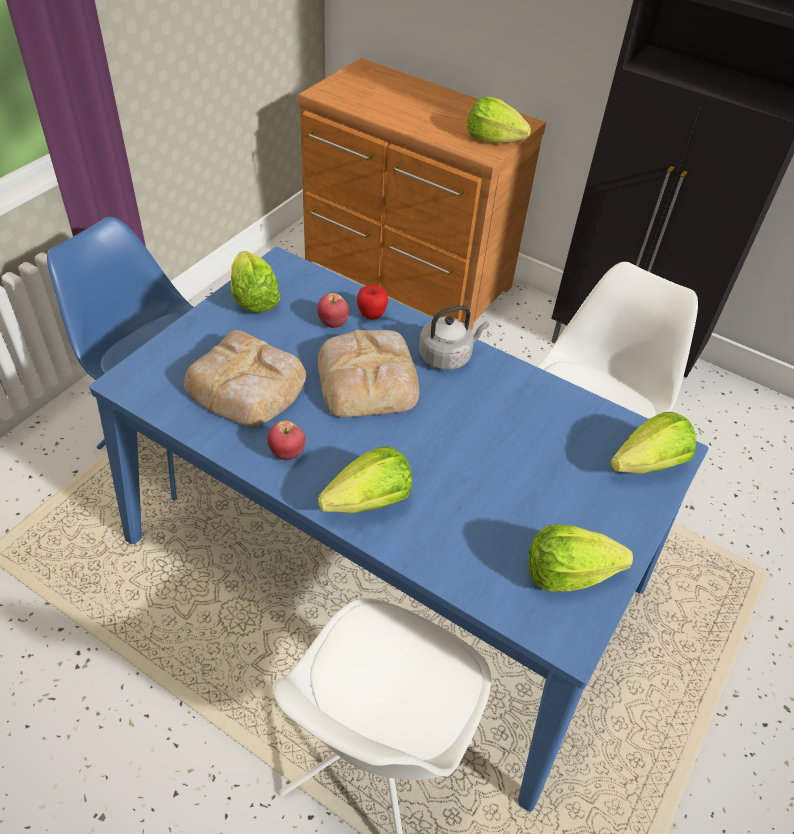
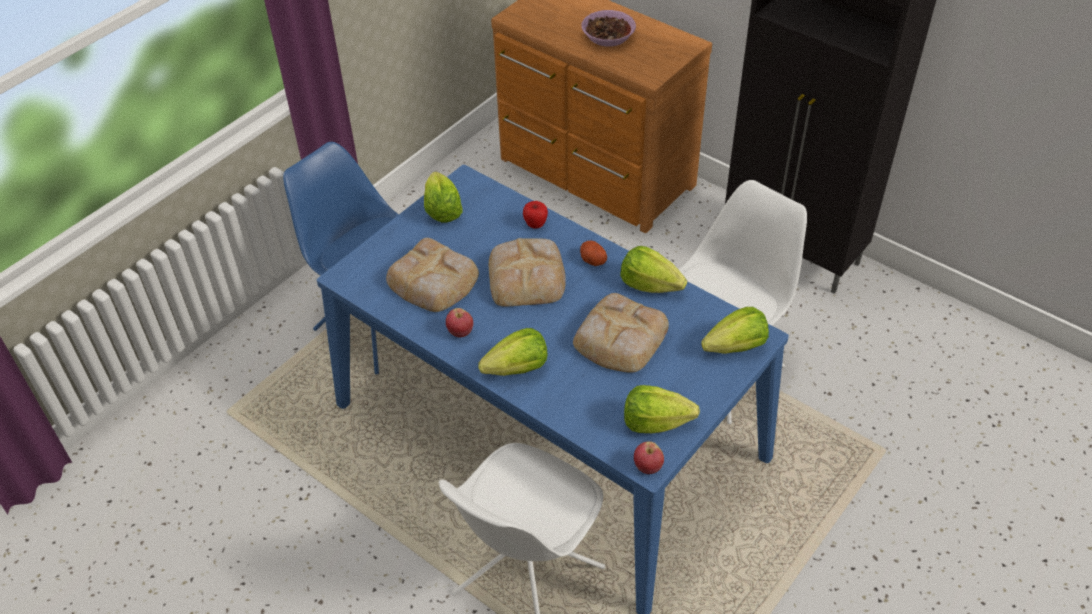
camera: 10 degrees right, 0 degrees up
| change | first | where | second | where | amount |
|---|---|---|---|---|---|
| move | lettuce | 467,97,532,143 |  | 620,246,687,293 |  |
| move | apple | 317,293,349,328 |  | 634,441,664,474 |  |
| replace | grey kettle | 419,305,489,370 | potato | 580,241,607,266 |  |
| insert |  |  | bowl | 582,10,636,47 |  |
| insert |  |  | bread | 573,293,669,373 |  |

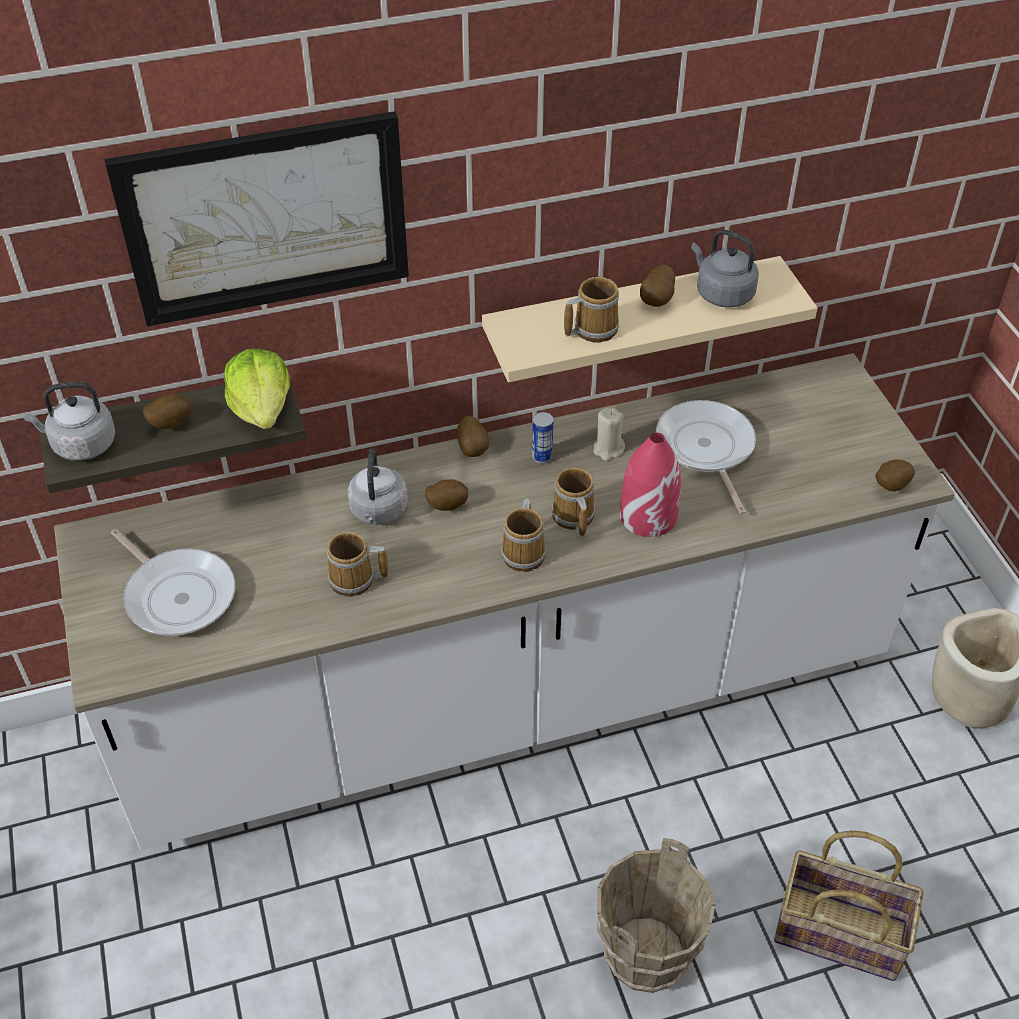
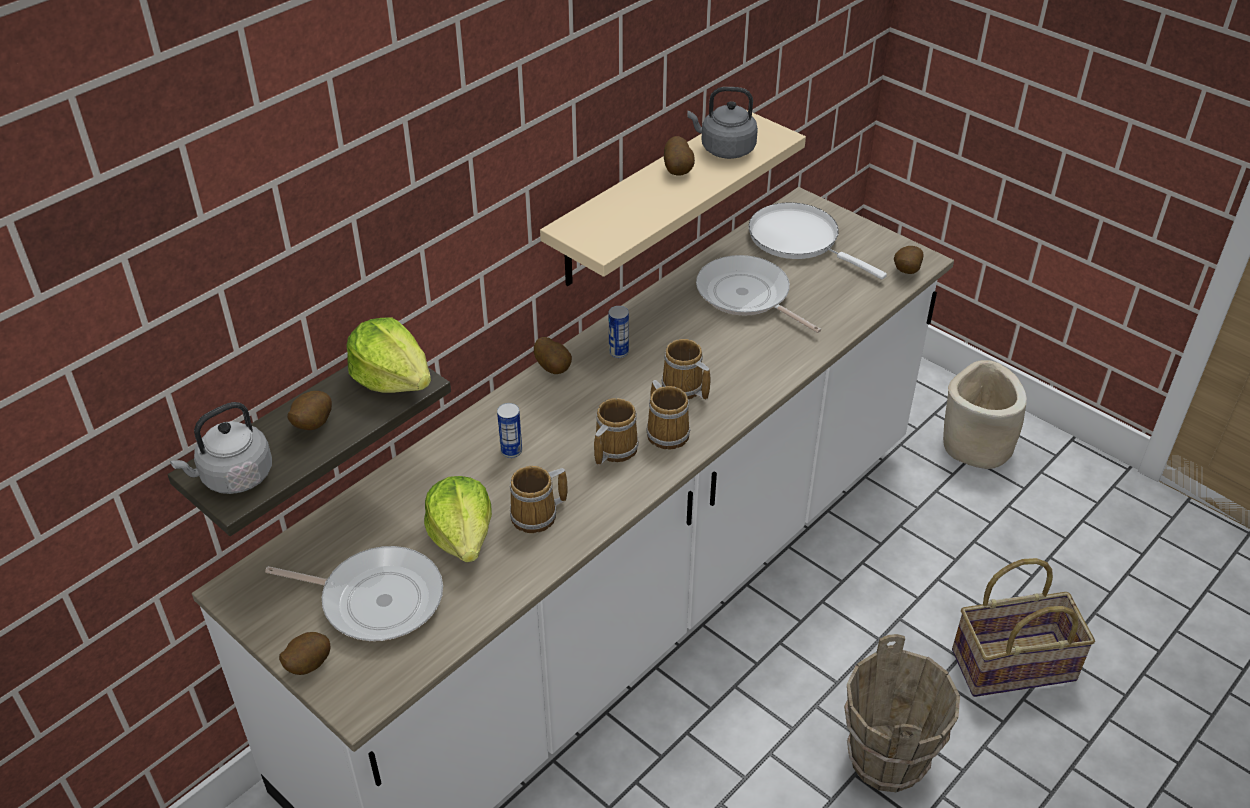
camera: 30 degrees left, 5 degrees down
| change | first | where | second | where | amount |
|---|---|---|---|---|---|
| delete | picture | 105,111,409,326 |  |  |  |
| move | mug | 564,277,619,343 |  | 594,398,639,465 |  |
| delete | beige candle | 594,408,625,461 |  |  |  |
| delete | red vase | 620,433,681,537 |  |  |  |
| replace | grey kettle | 347,448,408,525 | can | 497,403,522,458 |  |
| move | potato | 425,479,468,511 |  | 279,632,331,675 |  |
| insert |  |  | white frying pan | 749,202,887,280 |  |
| insert |  |  | lettuce | 424,476,492,562 |  |

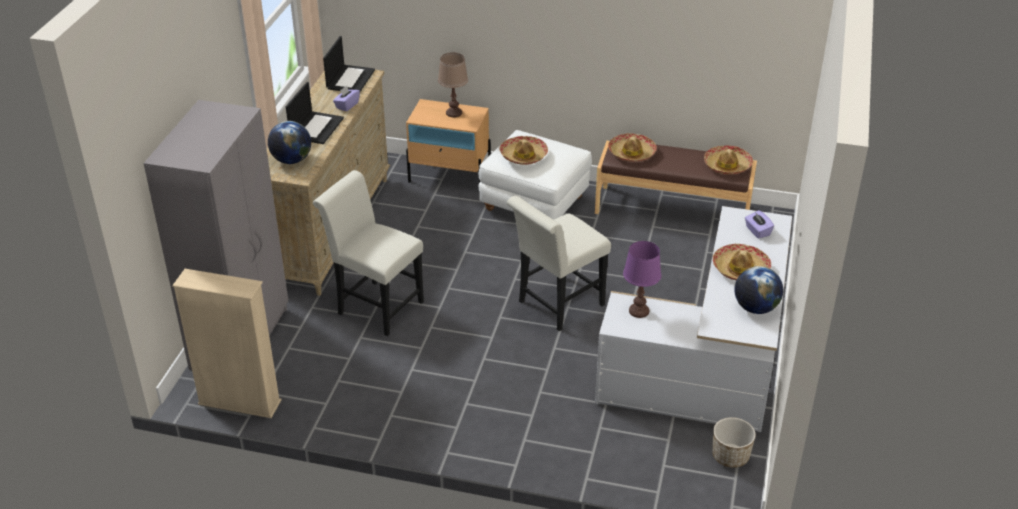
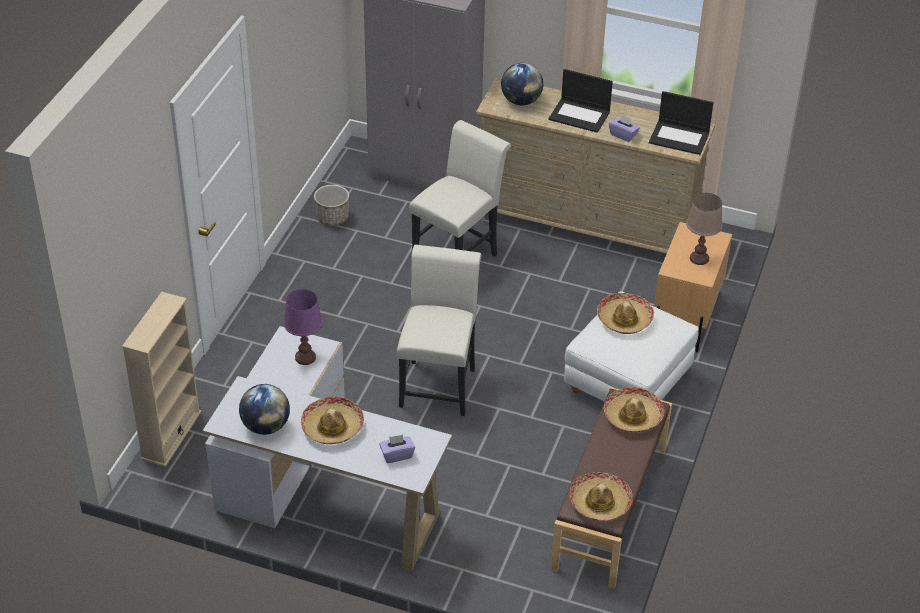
camera: 95 degrees right, 5 degrees up
| change | first | where | second | where | amount |
|---|---|---|---|---|---|
| rotate | white chair | 507,196,611,331 |  | 397,245,481,416 | 45 degrees clockwise |
| move | beige bookcase | 172,269,281,418 |  | 122,292,202,467 |  |
| move | planter | 712,417,756,468 |  | 314,185,349,226 |  |

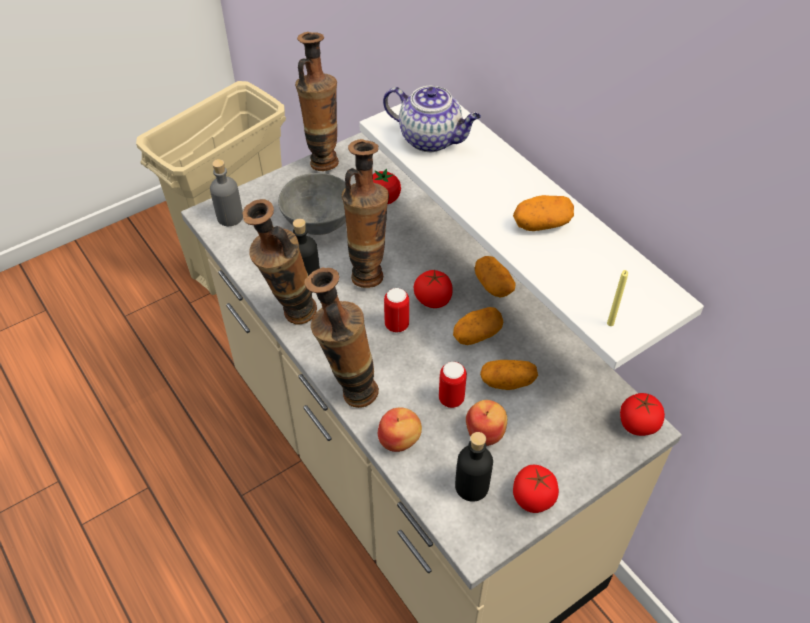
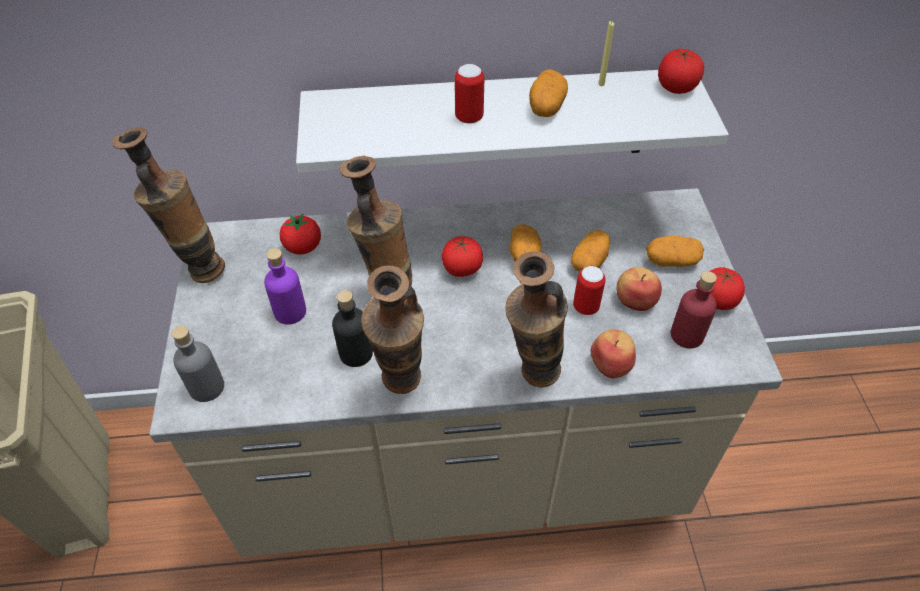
camera: 60 degrees left, 0 degrees up
| change | first | where | second | where | amount |
|---|---|---|---|---|---|
| delete | teapot | 383,86,481,152 |  |  |  |
| replace | grey bowl | 278,173,346,235 | purple bottle | 264,248,306,325 |  |
| move | potato | 475,256,516,297 |  | 646,236,704,267 |  |
| move | yellow candle | 607,270,628,326 |  | 598,21,614,86 |  |
| move | can | 384,288,409,333 |  | 455,64,484,124 |  |
| move | tomato | 620,393,665,436 |  | 658,49,704,94 |  |
| recolor | black bottle | 455,432,493,502 | red bottle | 671,271,717,349 |  |

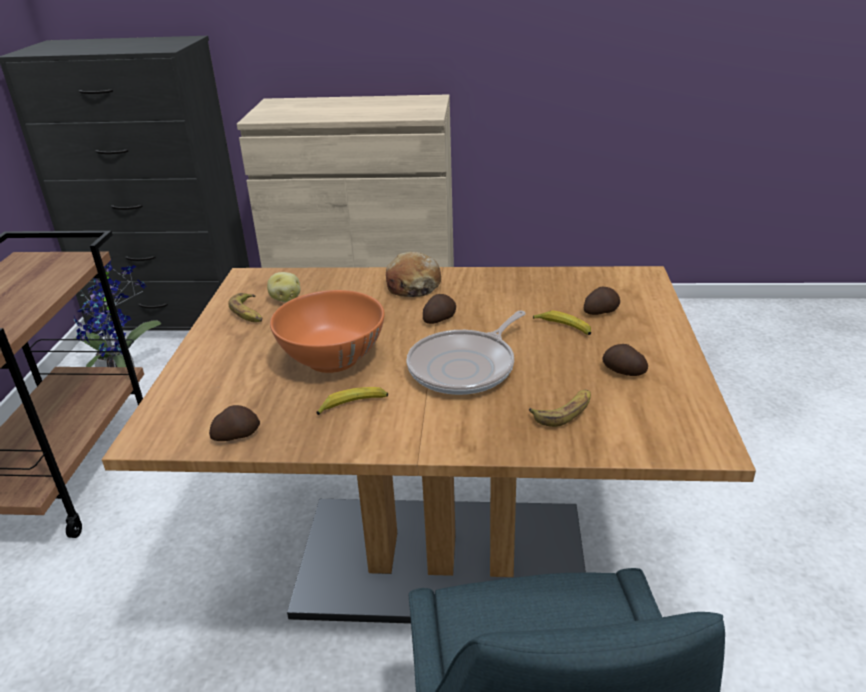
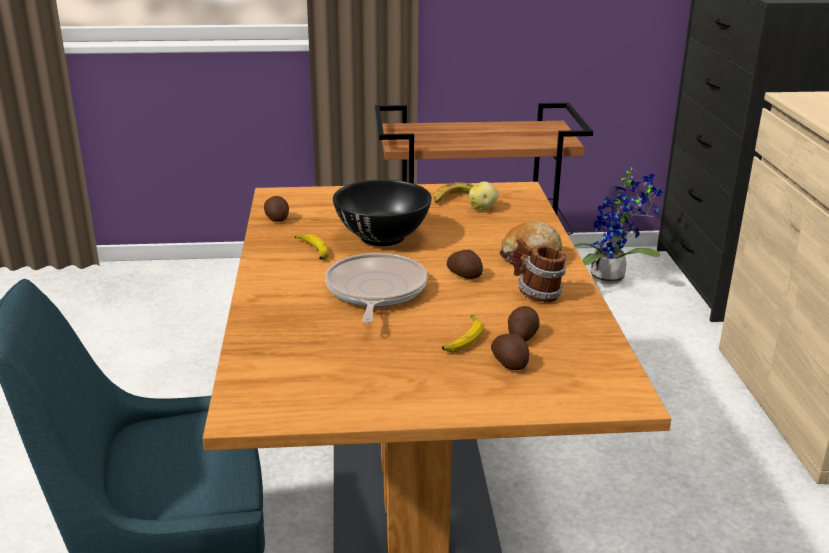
camera: 80 degrees right, 5 degrees down
| change | first | where | second | where | amount |
|---|---|---|---|---|---|
| recolor | orange bowl | 270,290,385,373 | black bowl | 333,179,432,246 |  |
| rotate | frying pan | 407,310,526,395 |  | 325,253,427,324 | 60 degrees clockwise |
| move | potato | 602,344,648,376 |  | 508,306,539,342 |  |
| delete | banana | 529,390,591,427 |  |  |  |
| insert |  |  | mug | 512,238,566,303 |  |

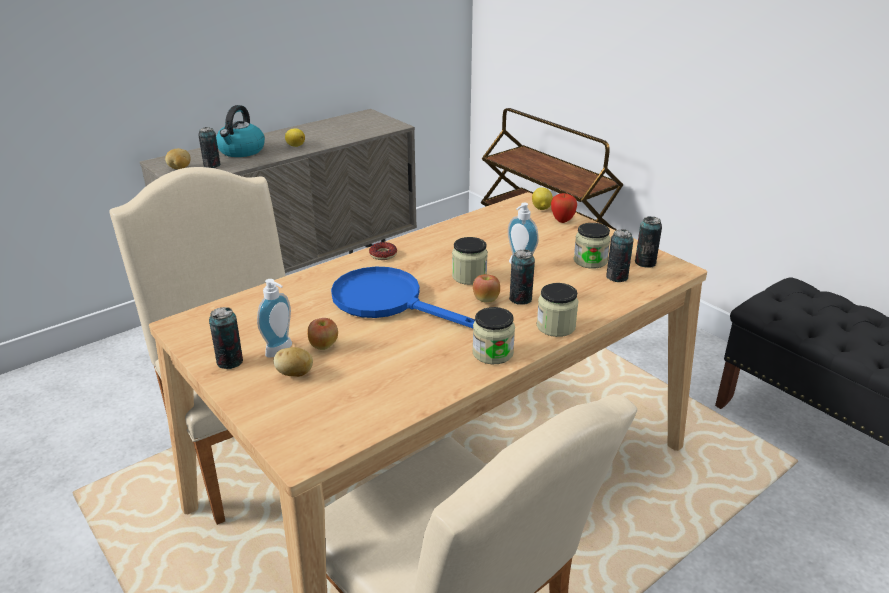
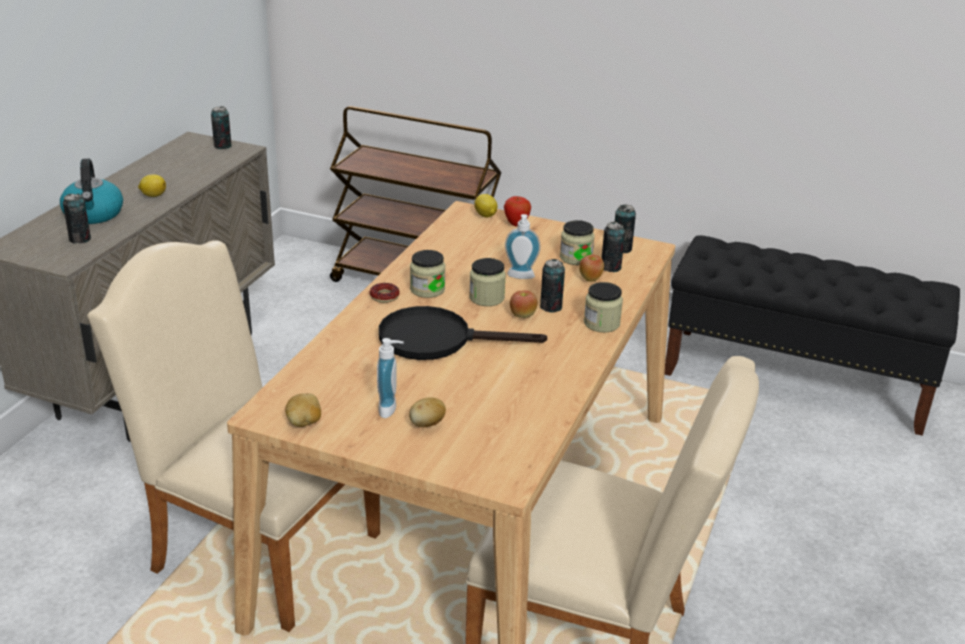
camera: 30 degrees left, 0 degrees up
| change | first | where | second | where | amount |
|---|---|---|---|---|---|
| move | potato | 165,148,191,169 |  | 285,393,321,427 |  |
| recolor | blue frying pan | 331,267,475,328 | black frying pan | 379,306,547,360 |  |
| move | can | 209,307,243,369 |  | 211,106,232,149 |  |
| move | jar | 472,307,515,364 |  | 410,250,446,298 |  |
| move | apple | 307,318,338,350 |  | 579,254,604,282 |  |

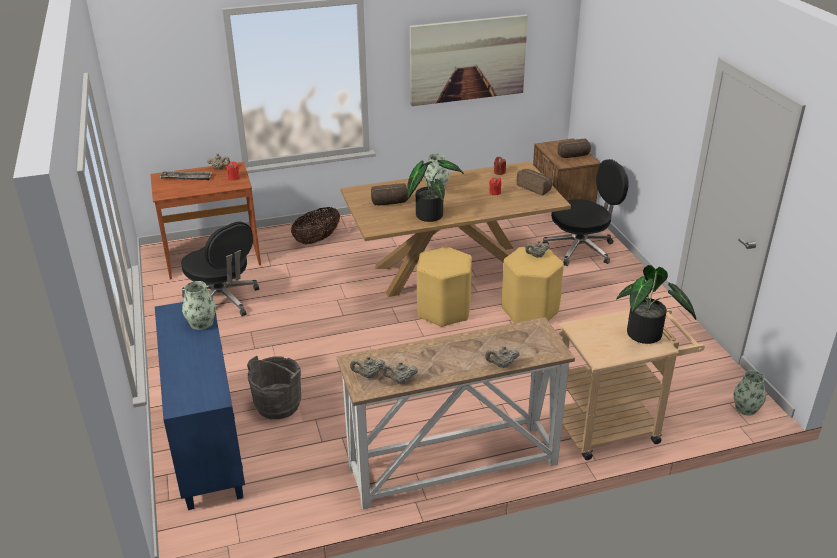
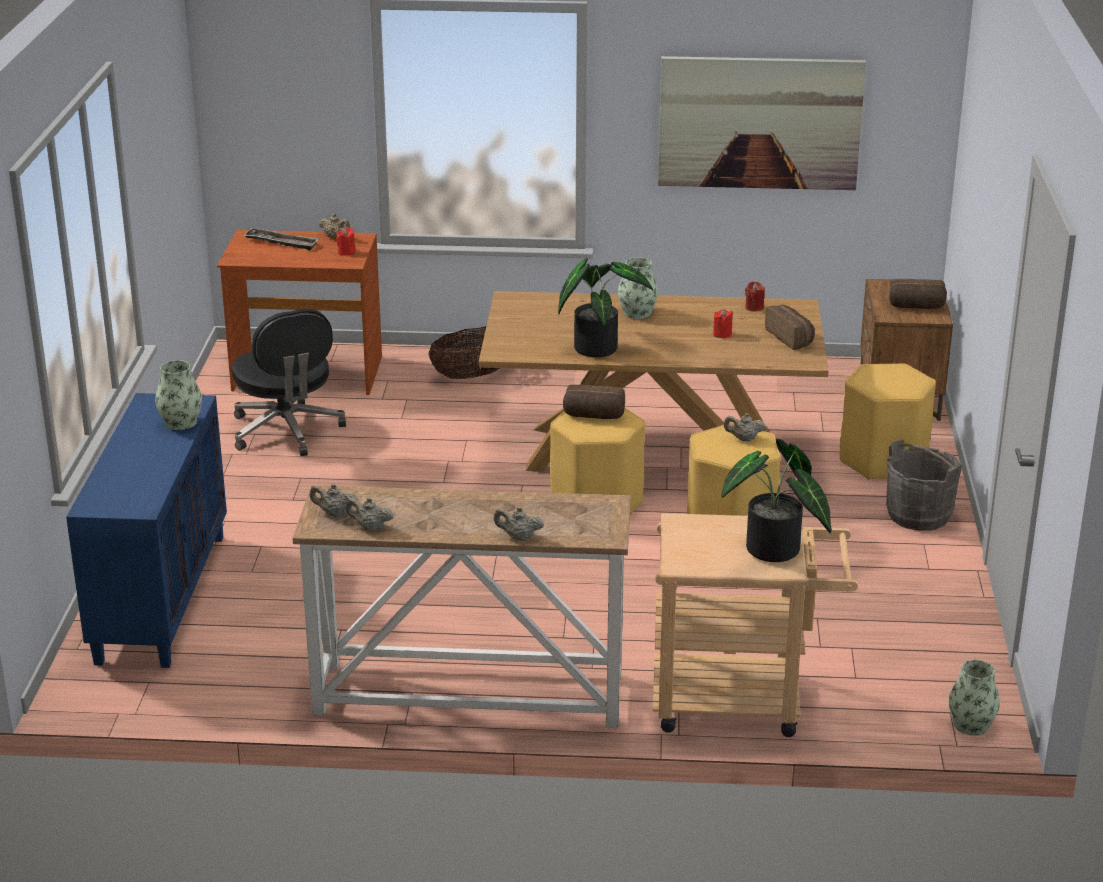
camera: 20 degrees right, 5 degrees down
| change | first | where | second | where | amount |
|---|---|---|---|---|---|
| replace | black office chair | 543,159,629,266 | yellow stool | 840,363,936,480 |  |
| move | bread | 371,183,408,205 |  | 563,385,625,419 |  |
| move | grey bucket | 247,356,301,419 |  | 886,439,963,531 |  |

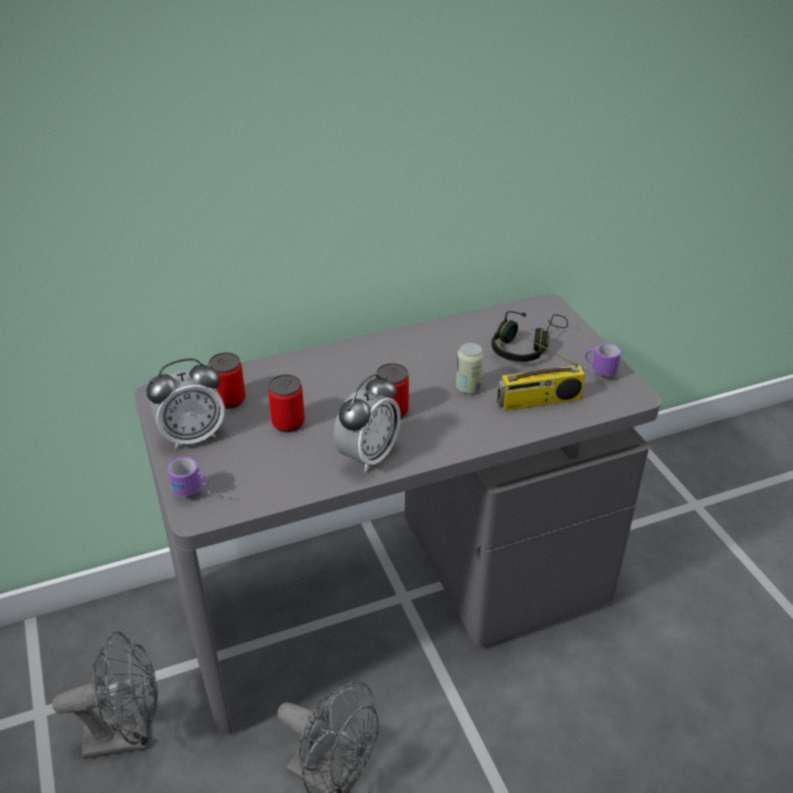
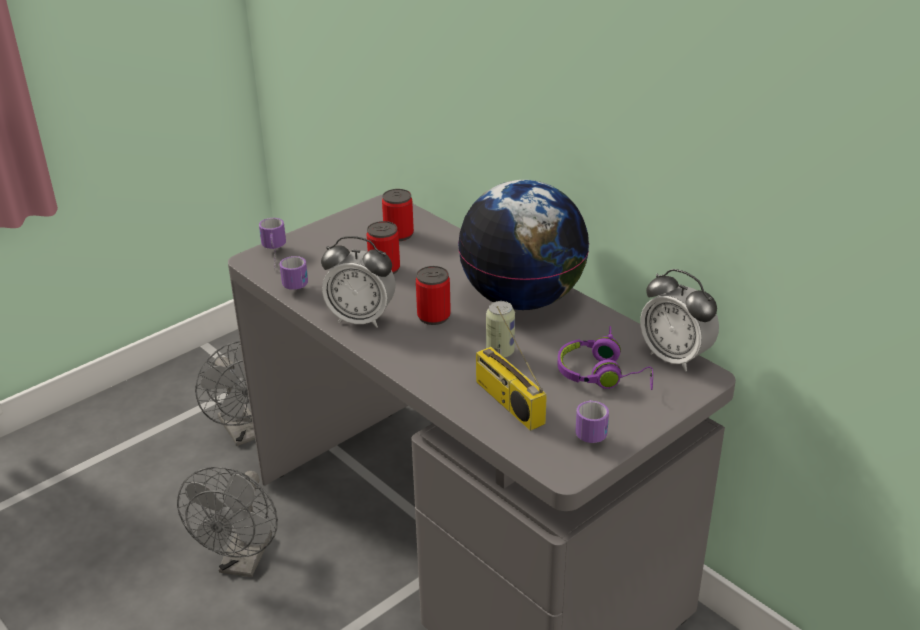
camera: 70 degrees right, 5 degrees down
| change | first | where | second | where | amount |
|---|---|---|---|---|---|
| recolor | black headphones | 492,311,568,362 | purple headphones | 557,326,653,390 |  |
| move | alarm clock | 146,358,225,449 |  | 640,269,719,372 |  |
| insert |  |  | globe | 458,180,589,310 |  |
| insert |  |  | mug | 280,256,308,290 |  |

